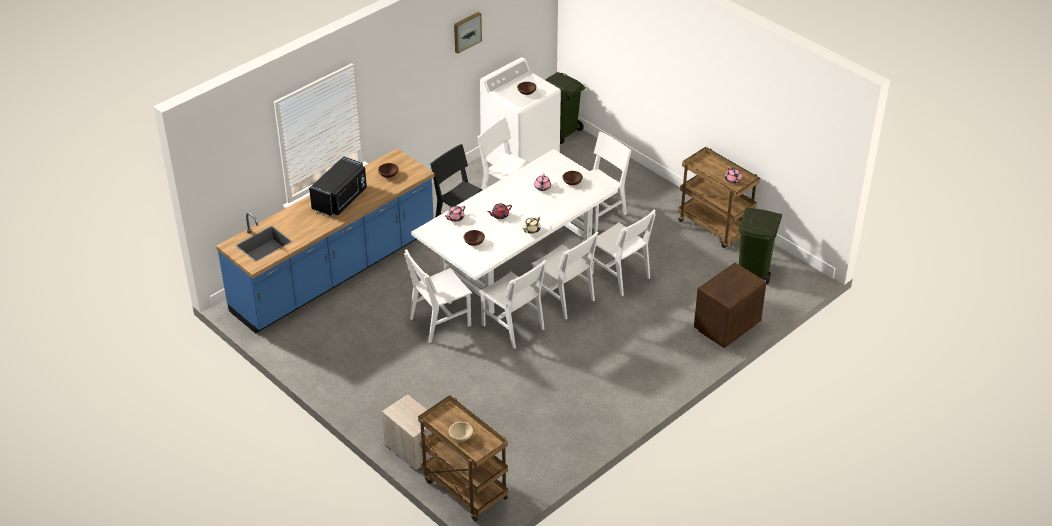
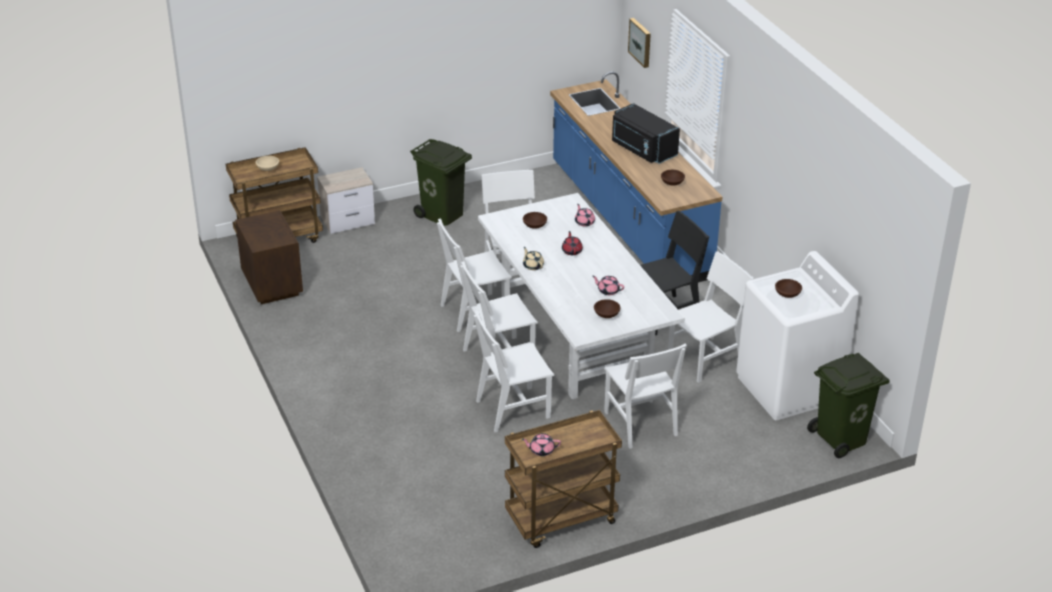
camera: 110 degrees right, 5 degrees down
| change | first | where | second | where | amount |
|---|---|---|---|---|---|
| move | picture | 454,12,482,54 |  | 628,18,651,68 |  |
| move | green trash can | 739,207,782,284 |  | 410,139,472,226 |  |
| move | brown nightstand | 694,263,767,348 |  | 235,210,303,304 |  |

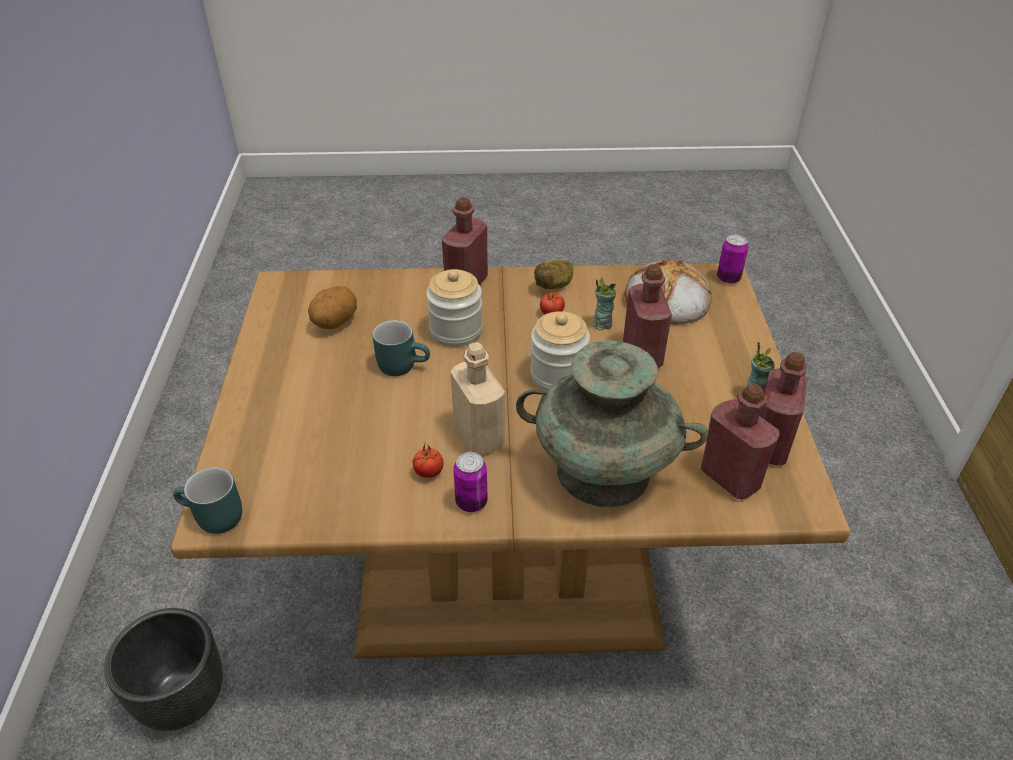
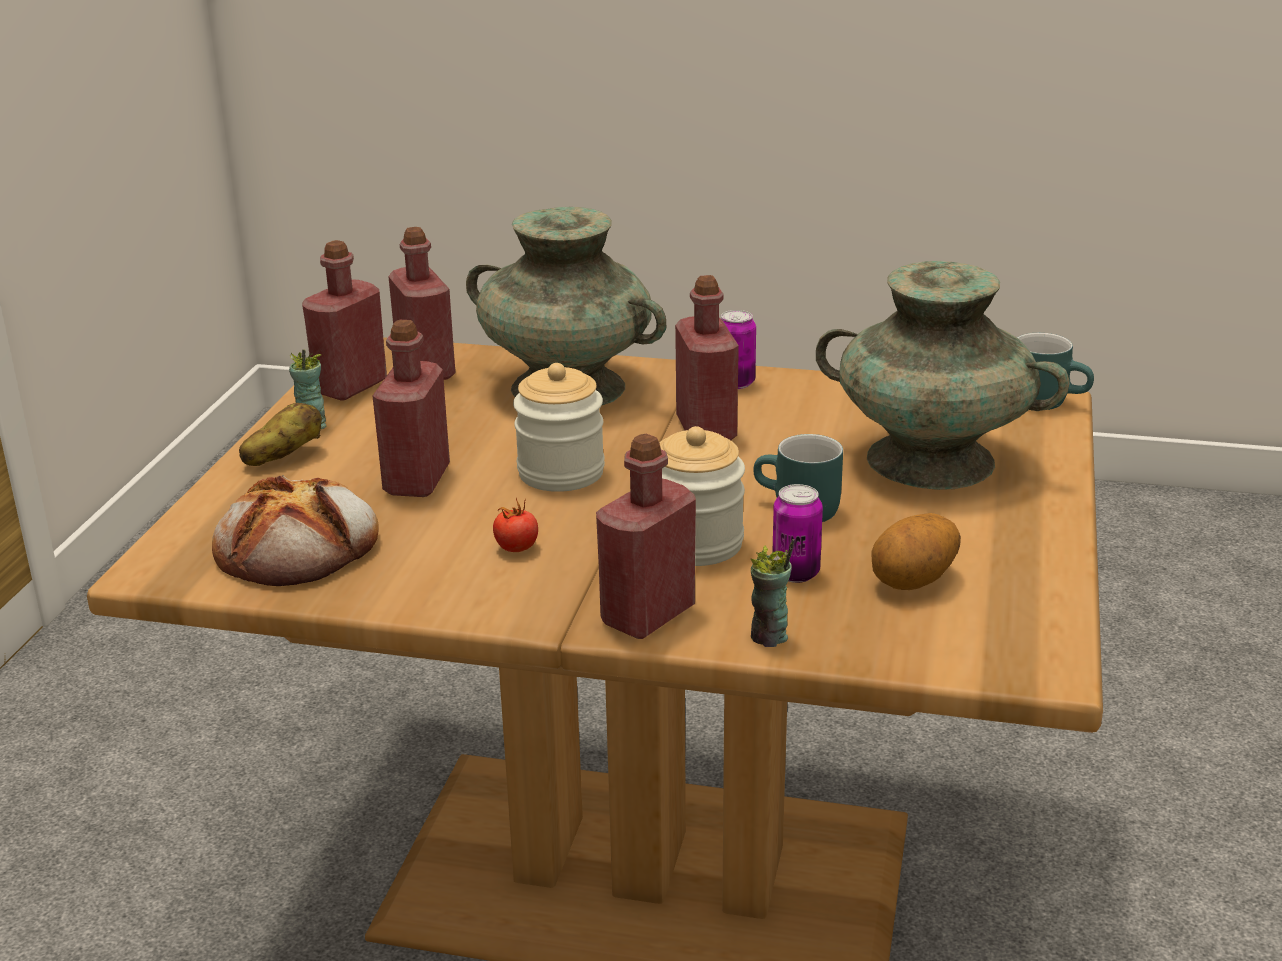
camera: 165 degrees left, 15 degrees down
| change | first | where | second | where | amount |
|---|---|---|---|---|---|
| move | can | 717,234,748,284 |  | 773,484,823,583 |  |
| move | potato | 534,260,573,289 |  | 239,403,322,466 |  |
| move | cup | 593,278,616,330 |  | 750,539,795,647 |  |
| recolor | beige bottle | 450,342,505,455 | red bottle | 675,275,739,440 |  |
| delete | tomato | 412,444,443,478 |  |  |  |
| delete | black planter | 104,608,223,731 |  |  |  |
| insert |  |  | turquoise vase | 816,261,1070,490 |  |

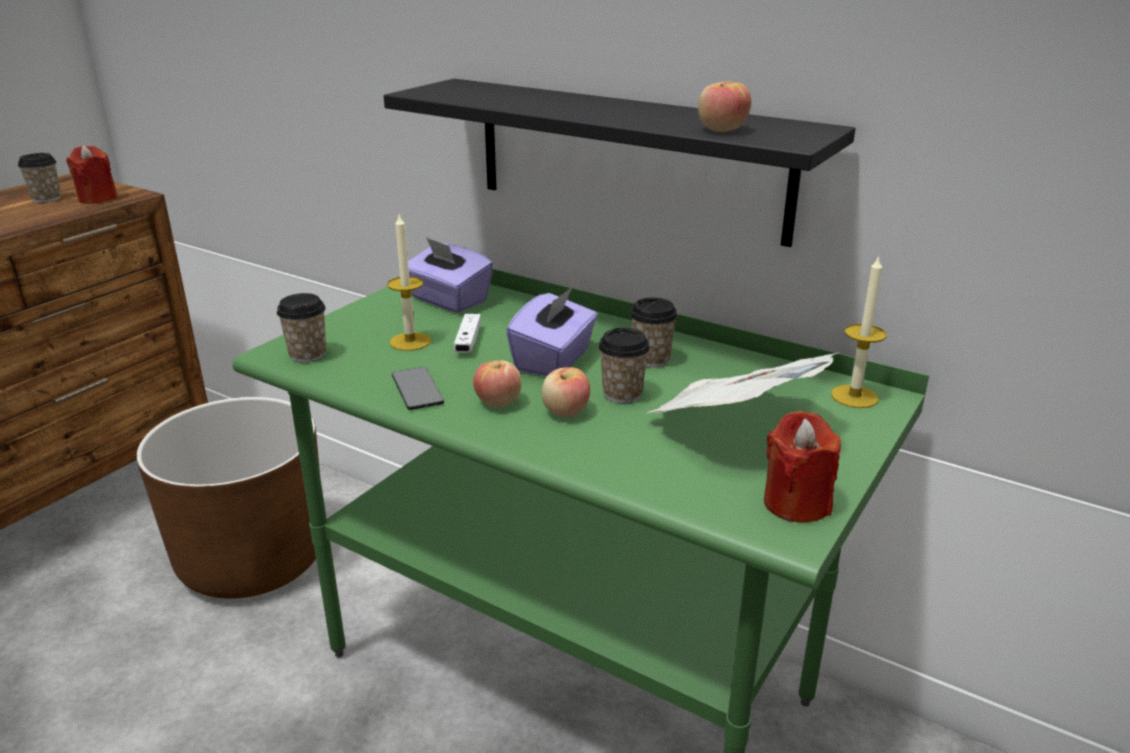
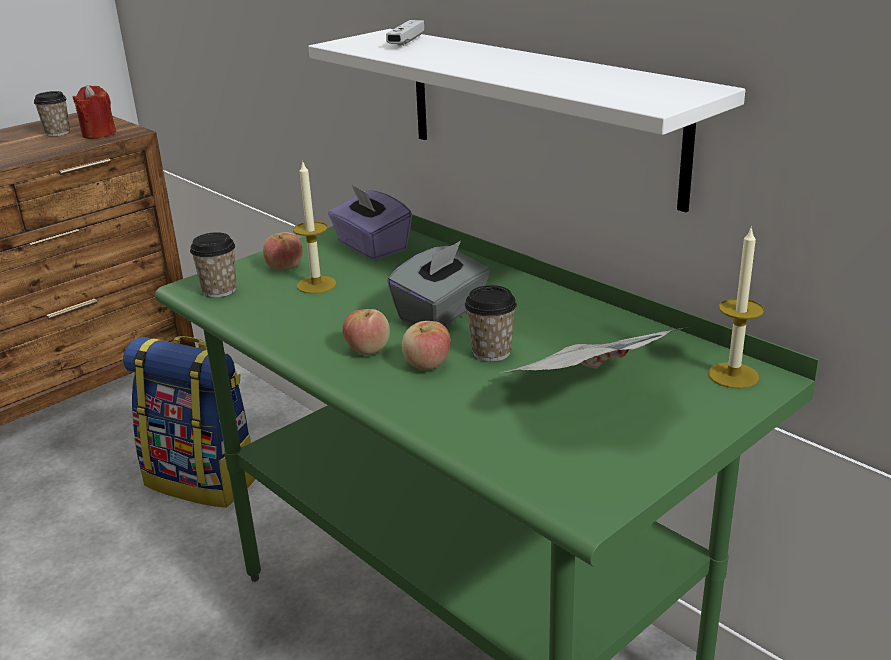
camera: 15 degrees right, 0 degrees up
| change | first | where | second | where | amount |
|---|---|---|---|---|---|
| recolor | black shelf | 384,79,855,247 | white shelf | 308,29,745,212 |  |
| move | apple | 698,82,751,132 |  | 263,232,303,271 |  |
| recolor | purple tissue box | 506,287,598,377 | grey tissue box | 387,241,491,327 |  |
| delete | cup | 630,297,678,368 |  |  |  |
| move | white game controller | 454,314,481,353 |  | 386,20,424,45 |  |
| delete | phone | 392,367,444,410 |  |  |  |
| replace | brown planter | 136,397,320,599 | backpack | 123,336,256,508 |  |
| delete | red candle | 764,411,841,523 |  |  |  |

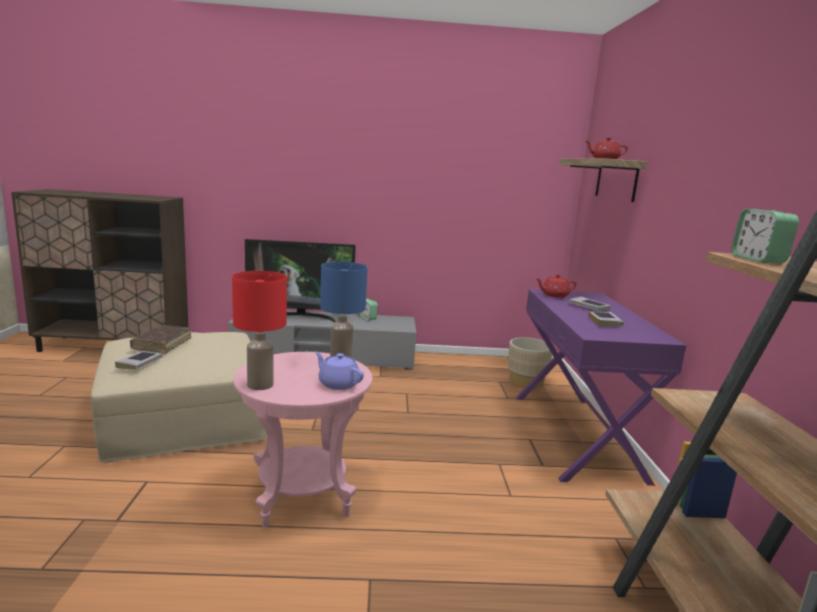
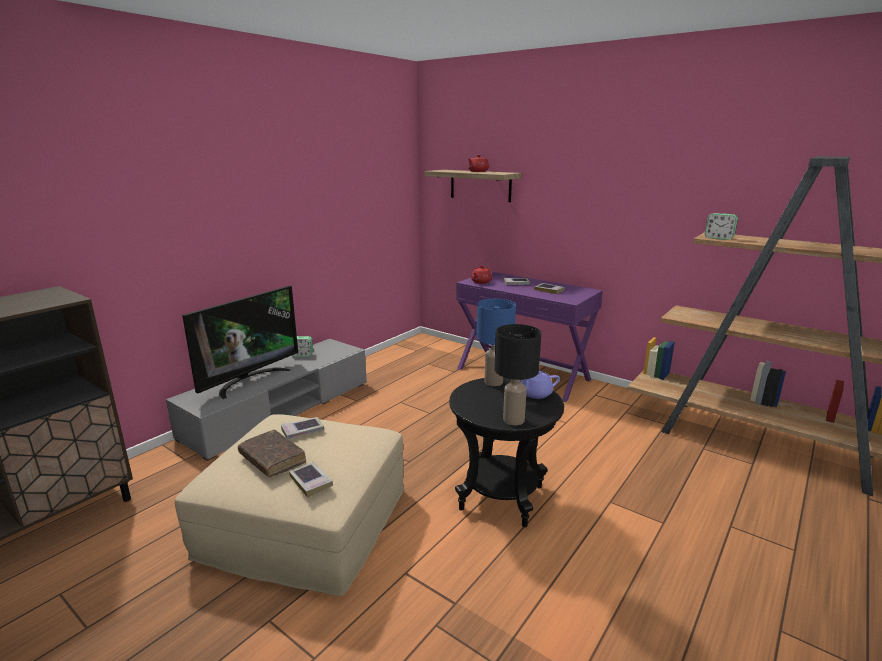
camera: 50 degrees left, 5 degrees up
| change | first | where | second | where | amount |
|---|---|---|---|---|---|
| recolor | red table lamp | 232,271,287,390 | black table lamp | 494,324,541,425 |  |
| delete | beige planter | 508,337,552,388 |  |  |  |
| recolor | pink side table | 233,352,373,528 | black side table | 449,377,564,527 |  |
| insert |  |  | book | 281,417,324,439 |  |

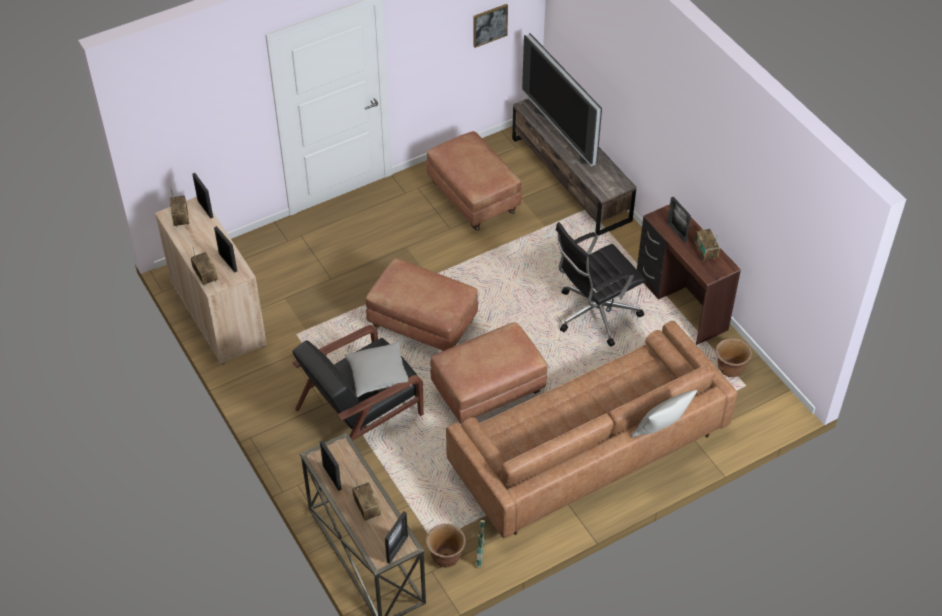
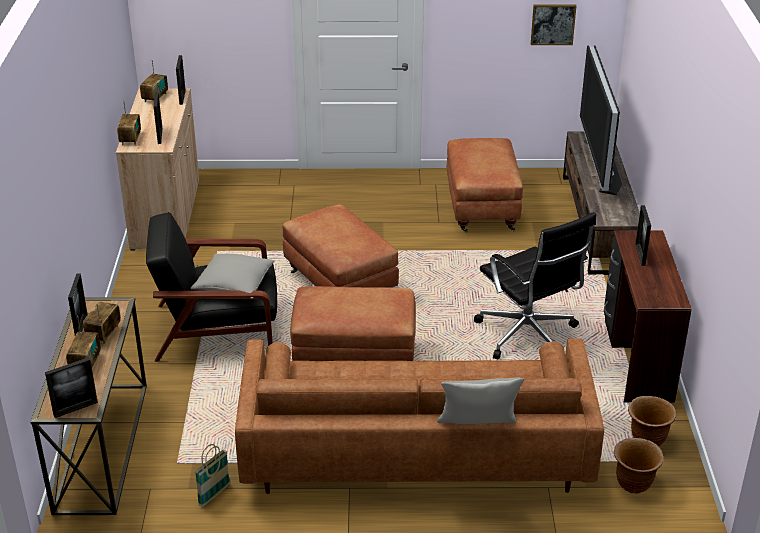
camera: 30 degrees right, 15 degrees down
| change | first | where | second | where | amount |
|---|---|---|---|---|---|
| rotate | black office chair | 556,222,645,346 |  | 474,212,596,359 | 120 degrees counterclockwise |
| move | radio | 694,229,720,261 |  | 83,301,121,344 |  |
| move | brown planter | 426,524,466,568 |  | 614,438,664,494 |  |

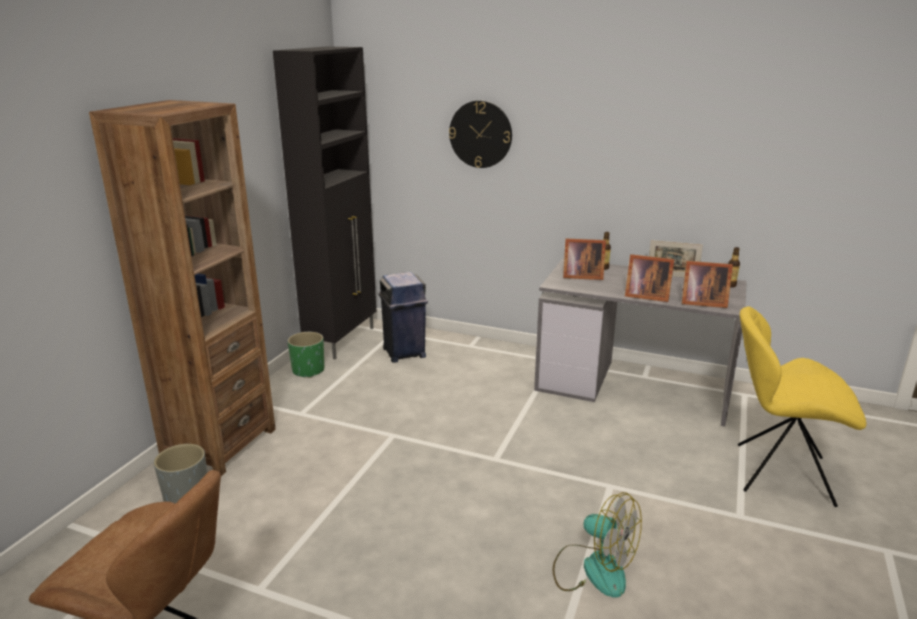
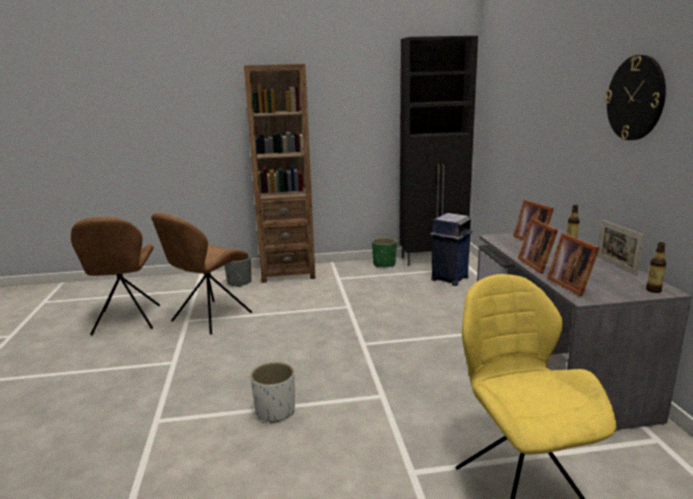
camera: 60 degrees right, 5 degrees down
| change | first | where | second | where | amount |
|---|---|---|---|---|---|
| move | wall clock | 449,100,512,168 |  | 605,55,666,140 |  |
| replace | fan | 553,492,642,598 | white planter | 250,362,295,423 |  |
| insert |  |  | brown chair | 151,213,252,335 |  |

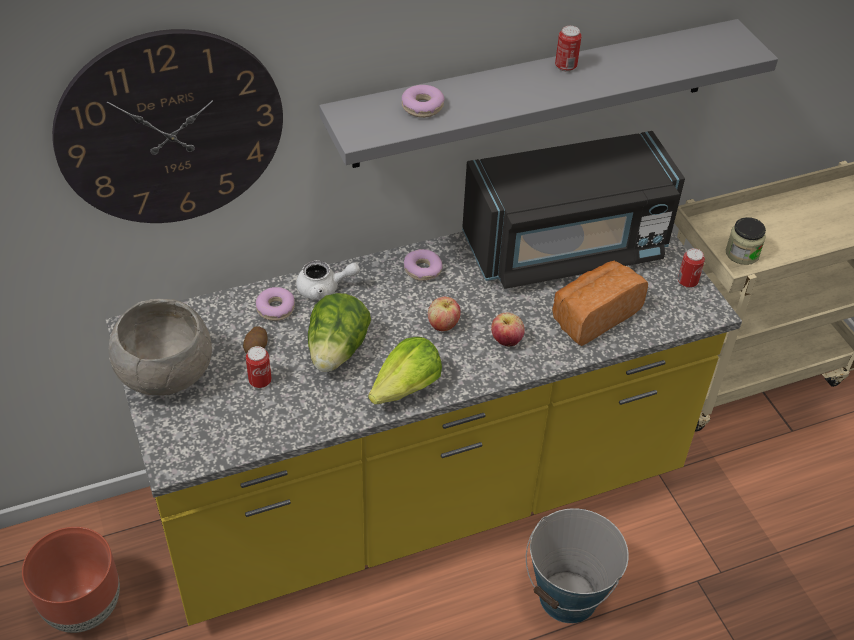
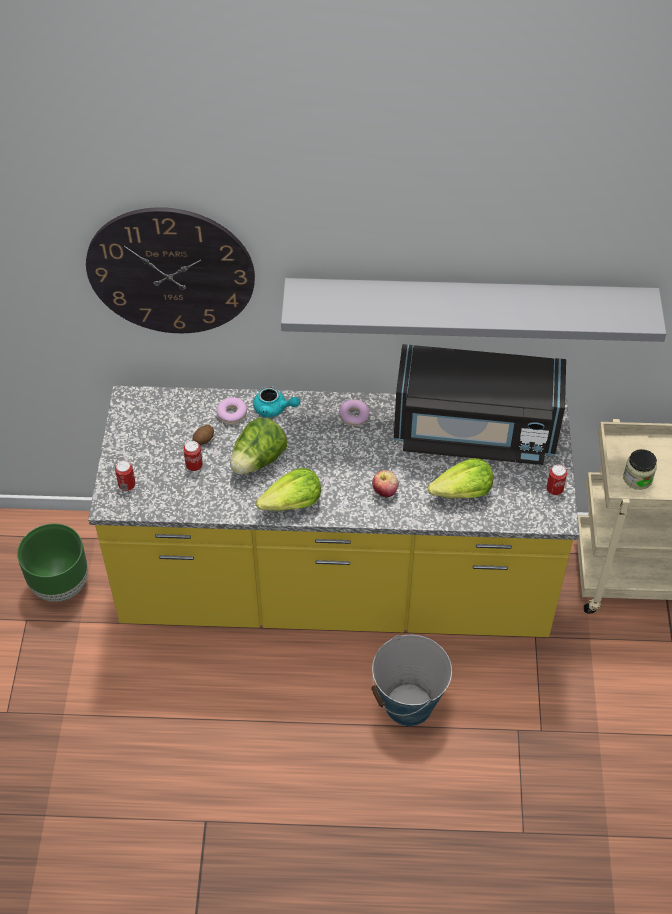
camera: 25 degrees right, 5 degrees up
| change | first | where | second | where | amount |
|---|---|---|---|---|---|
| move | can | 555,26,582,72 |  | 115,460,136,491 |  |
| delete | donut | 402,85,445,118 |  |  |  |
| recolor | white teapot | 296,260,360,300 | turquoise teapot | 253,386,300,418 |  |
| replace | bread | 552,261,648,346 | lettuce | 428,458,493,498 |  |
| delete | apple | 428,297,461,331 |  |  |  |
| delete | grey bowl | 109,299,212,395 |  |  |  |
| recolor | brown planter | 22,527,120,633 | green planter | 17,524,88,602 |  |

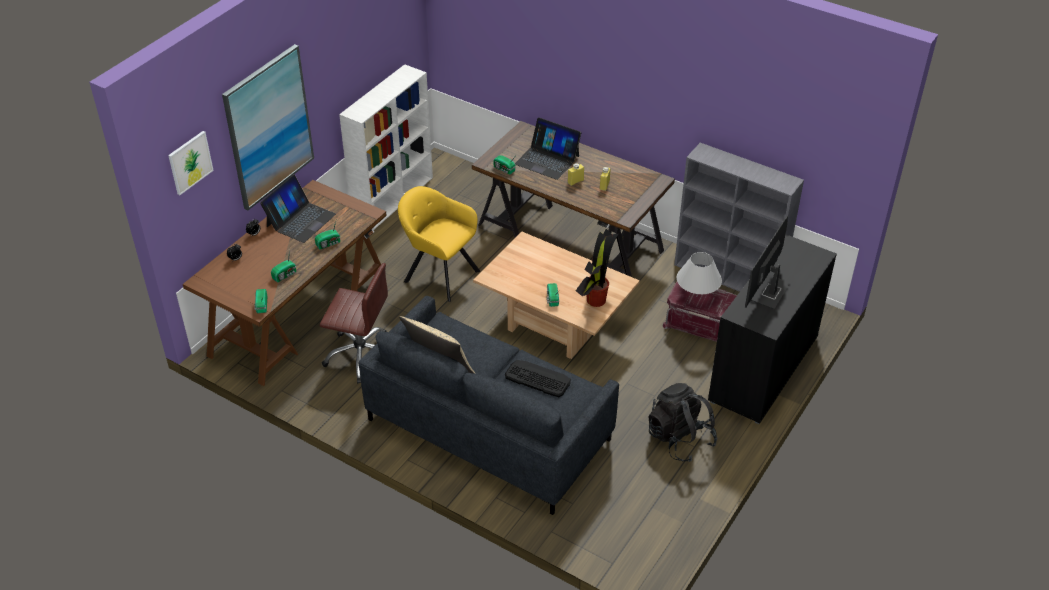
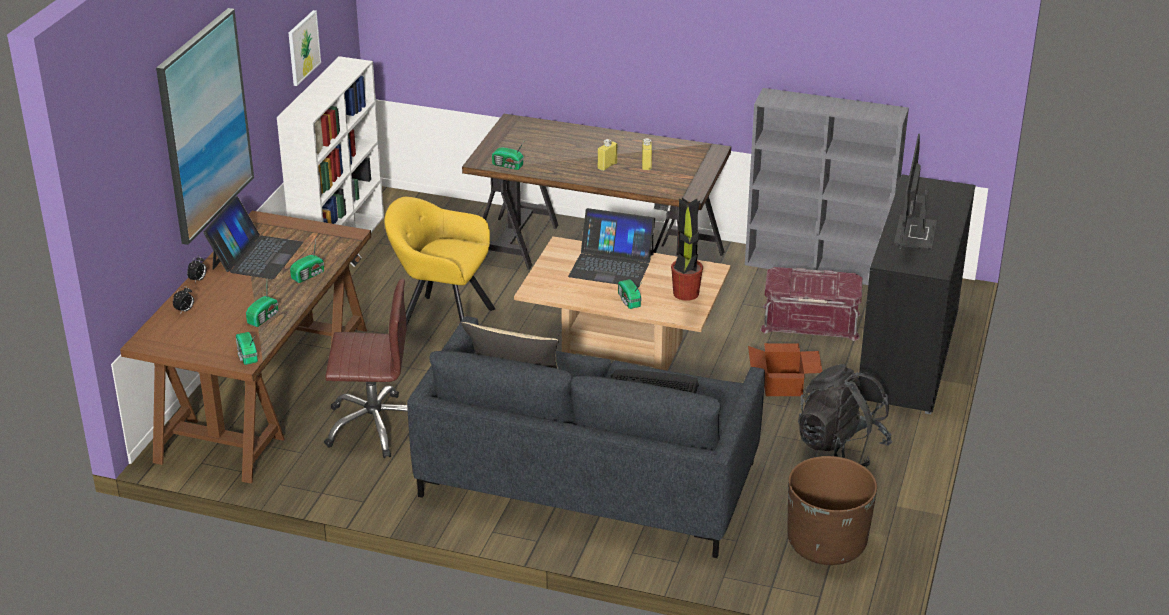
camera: 15 degrees left, 10 degrees down
| change | first | where | second | where | amount |
|---|---|---|---|---|---|
| move | laptop | 515,118,581,180 |  | 568,208,655,287 |  |
| move | picture | 168,131,214,195 |  | 289,10,321,86 |  |
| delete | white table lamp | 677,252,722,295 |  |  |  |
| insert |  |  | cardboard box | 748,343,822,396 |  |
| insert |  |  | brown planter | 788,456,877,565 |  |

